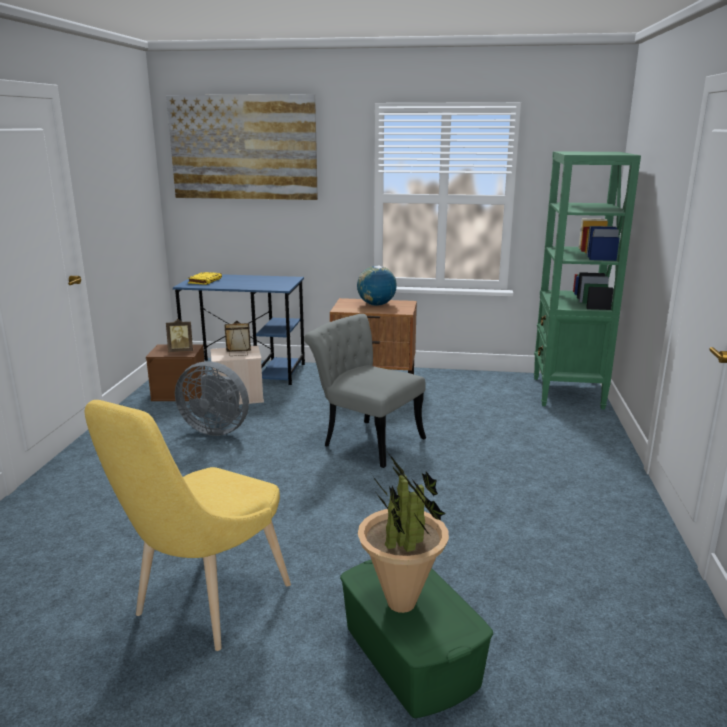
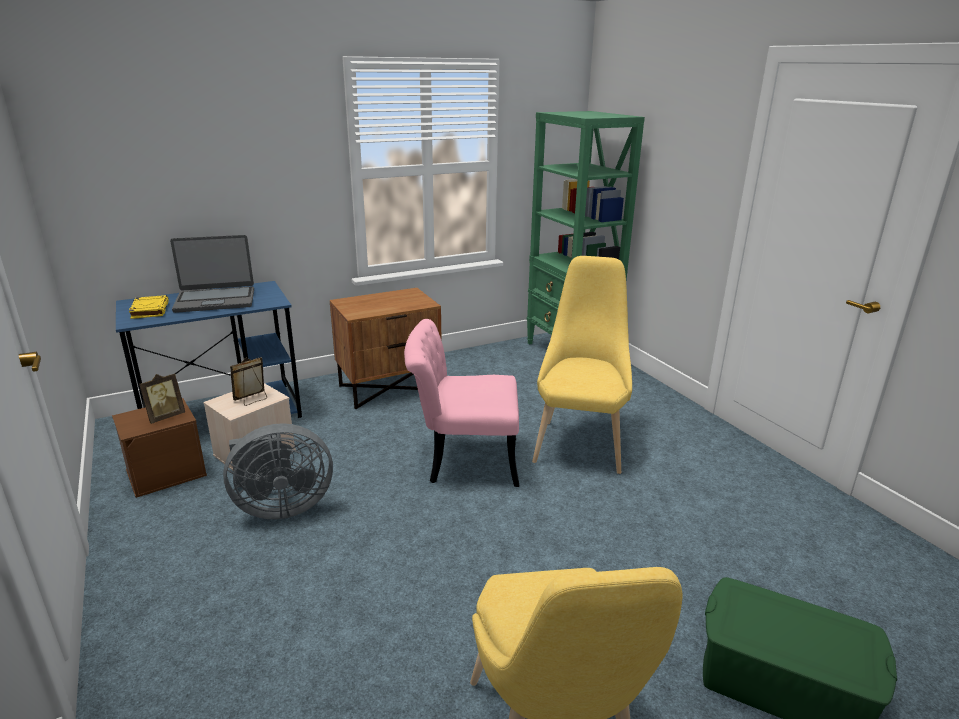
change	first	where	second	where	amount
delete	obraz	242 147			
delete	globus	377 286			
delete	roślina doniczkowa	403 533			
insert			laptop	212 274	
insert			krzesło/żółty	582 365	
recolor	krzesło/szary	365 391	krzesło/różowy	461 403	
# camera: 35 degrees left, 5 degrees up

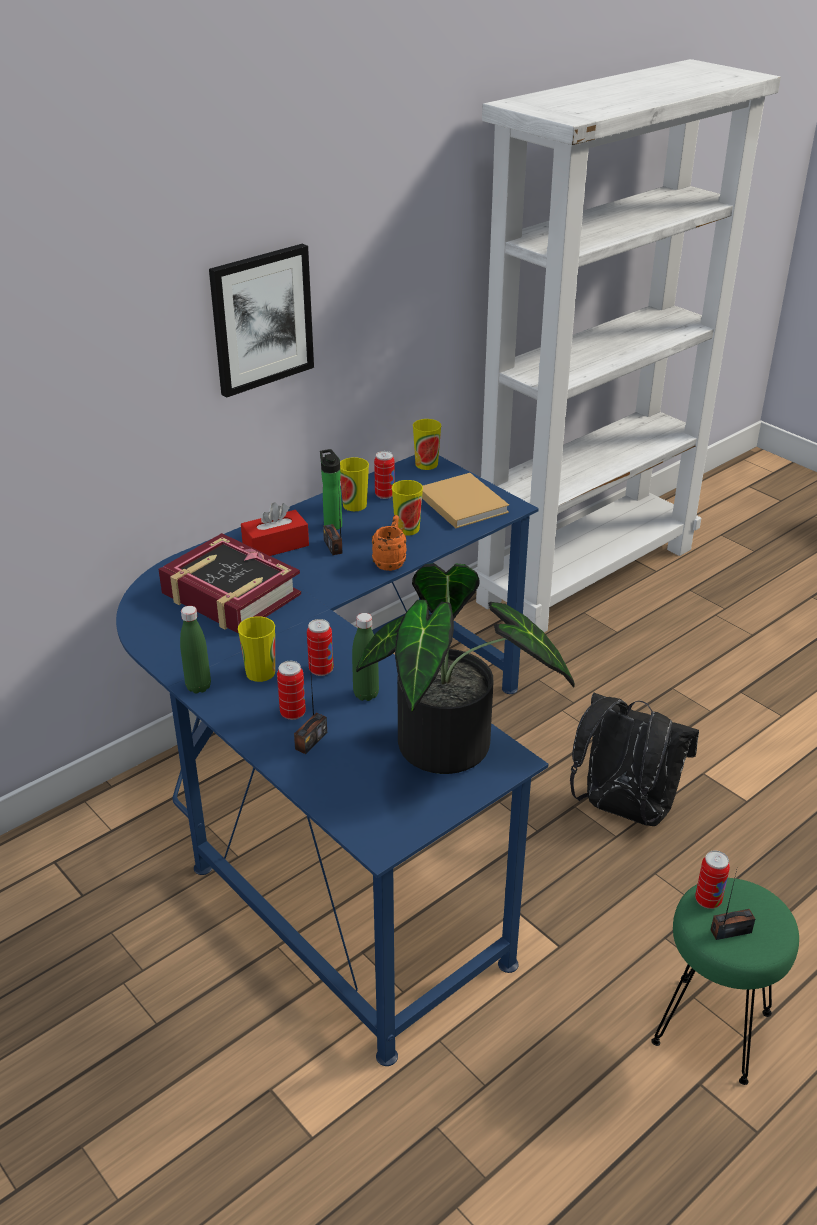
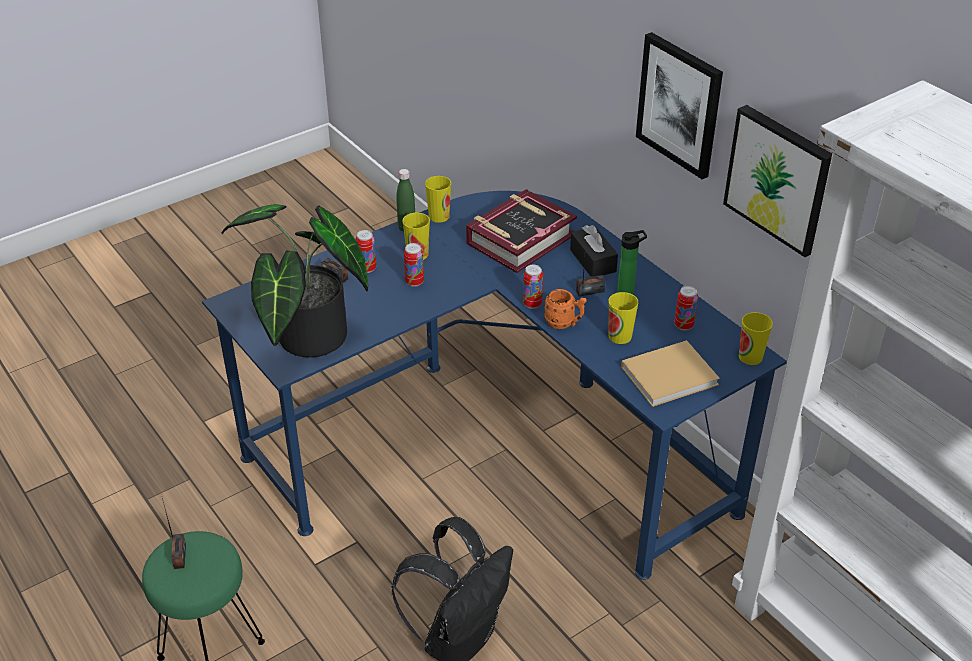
change	first	where	second	where	amount
delete	butelka/zielony	365 657			
insert			obraz	777 181	
move	filiżanka	354 484		438 199	
move	puszka	712 879		533 287	
recolor	pudełko chusteczek/czerwony	275 529	pudełko chusteczek/czarny	594 250	
# camera: 95 degrees right, 5 degrees up

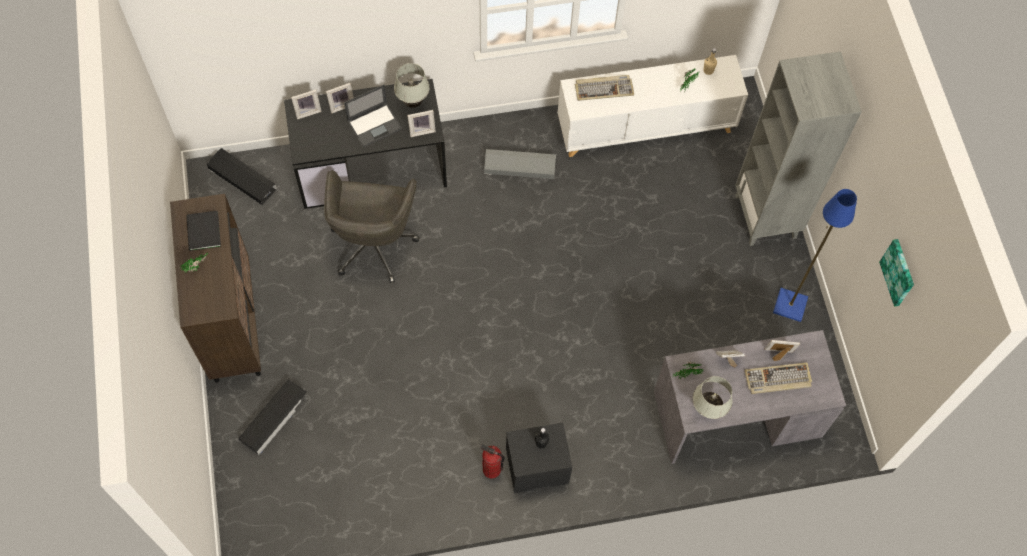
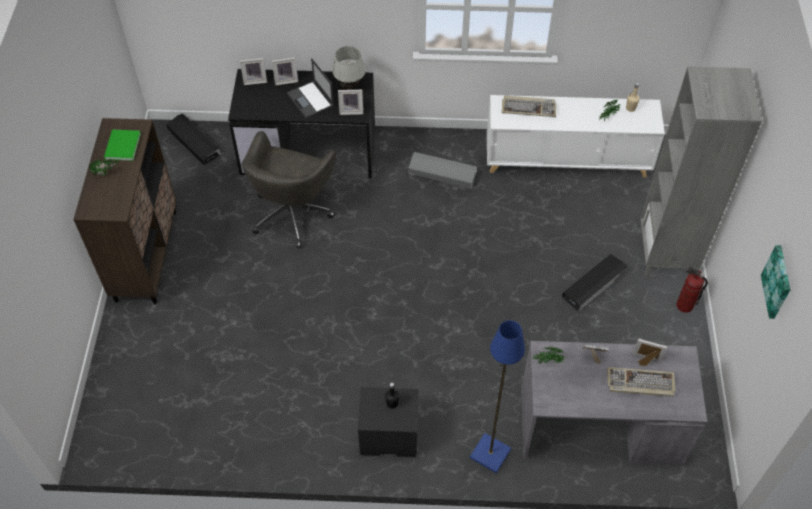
change	first	where	second	where	amount
delete	lampa stołowa/biały	712 397			
move	pojemnik do przechowywania/czarny	272 417		595 283	
move	gaśnica	492 462		692 289	
move	lampa stojąca/niebieski	815 255		497 396	
recolor	książka/czarny	203 231	książka/zielony	122 145	
rotate	laptop	373 116		310 88	75 degrees clockwise
# camera: 15 degrees right, 10 degrees down

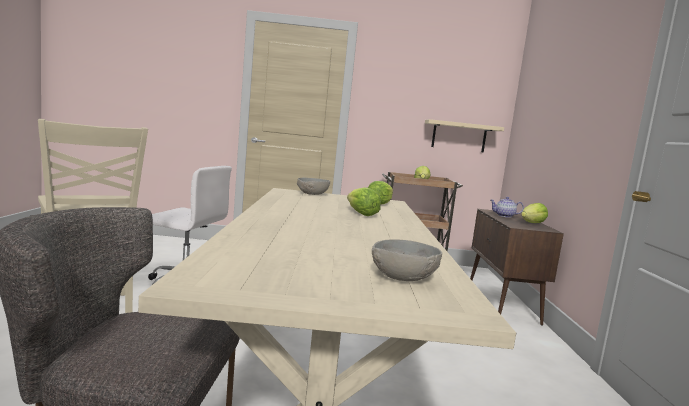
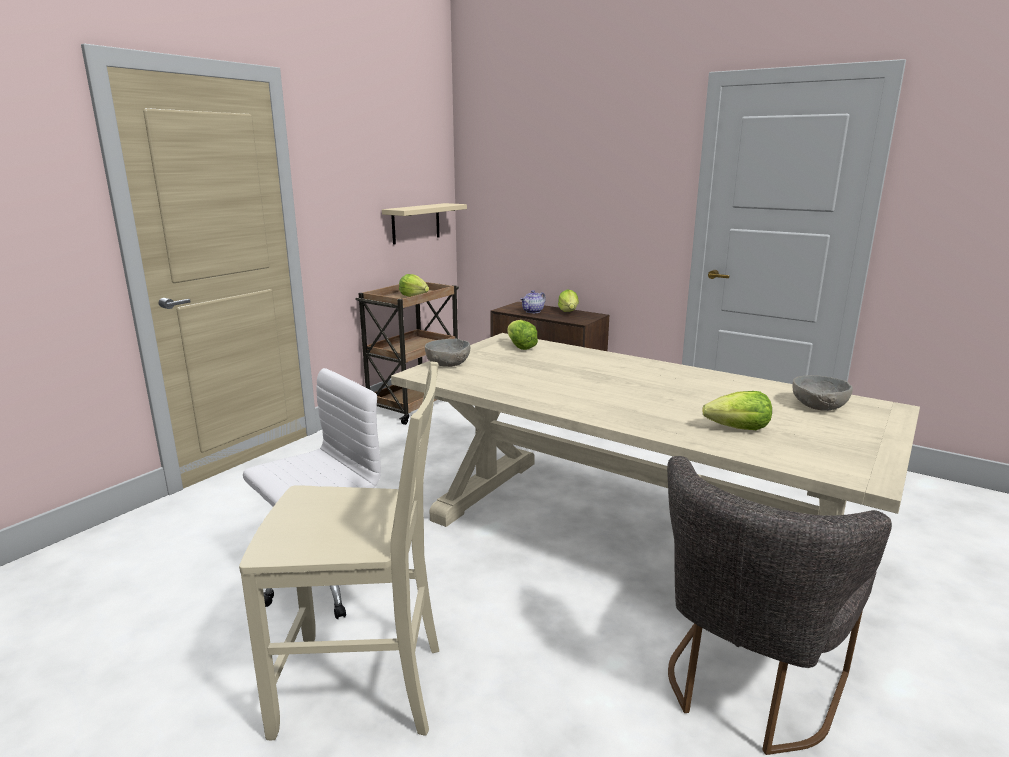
change	first	where	second	where	amount
move	sałata	364 201		737 410	
# camera: 55 degrees left, 10 degrees up

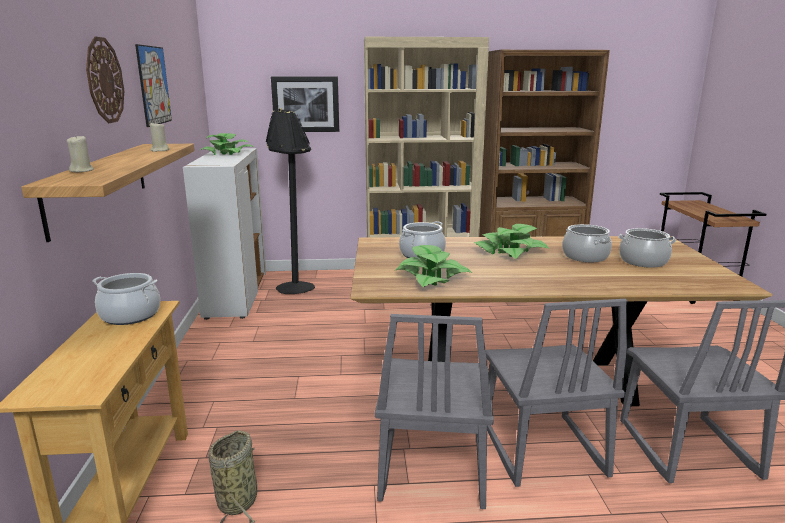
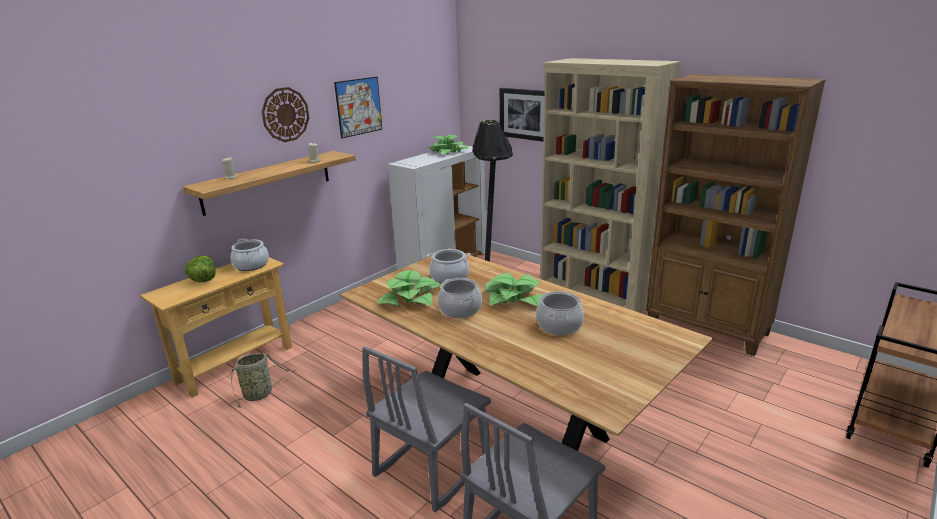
change	first	where	second	where	amount
delete	krzesło/szary	434 411			
insert			sałata	200 269	
move	garnek	647 248		460 298	
# camera: 45 degrees right, 5 degrees up

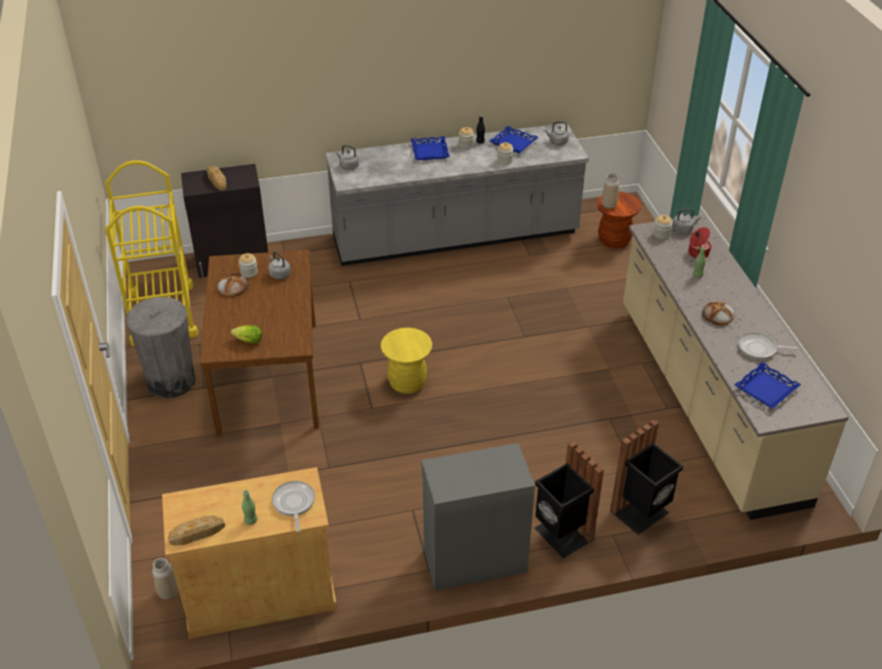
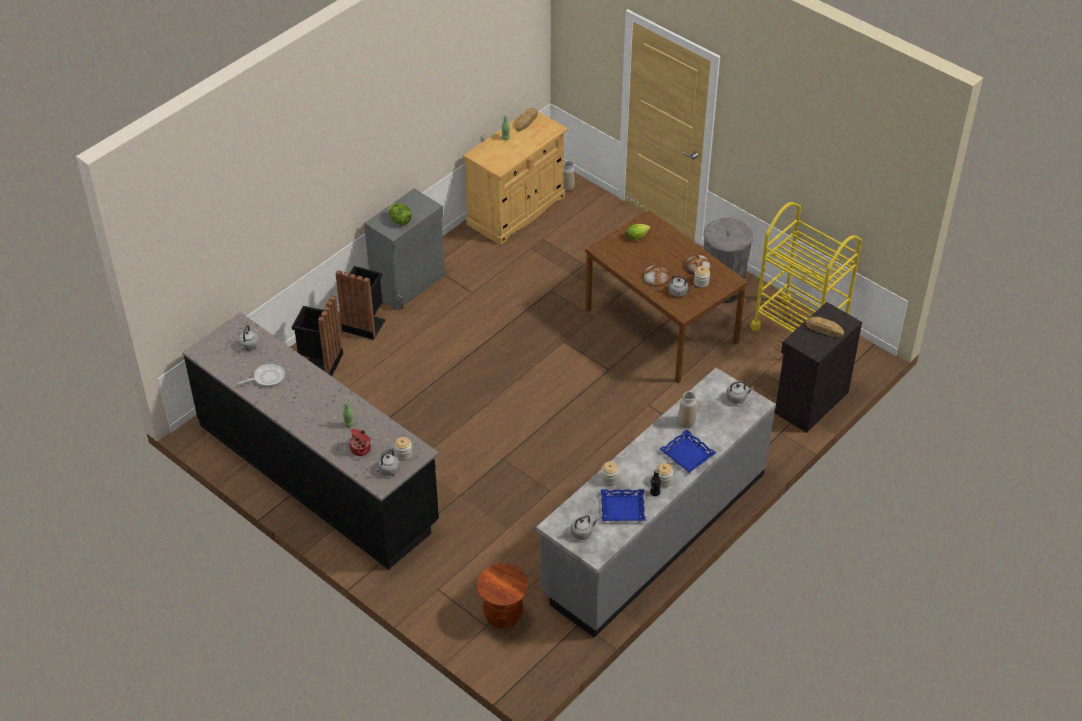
change	first	where	second	where	amount
delete	patelnia	293 506			
delete	stołek/żółty	406 361			
insert			sałata	400 214	
move	wazon	610 191		687 409	
move	chleb	718 314		656 275	
replace	taca/niebieski	767 385	czajnik/szary	248 338	
recolor	zabudowa kuchenna/beżowy	736 367	zabudowa kuchenna/czarny	311 441	
# camera: 145 degrees right, 5 degrees up

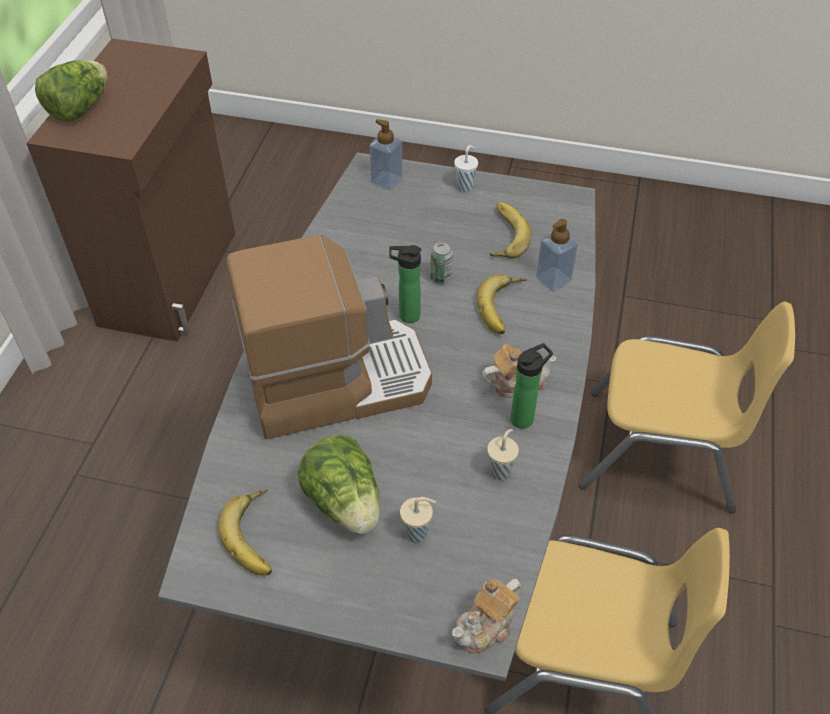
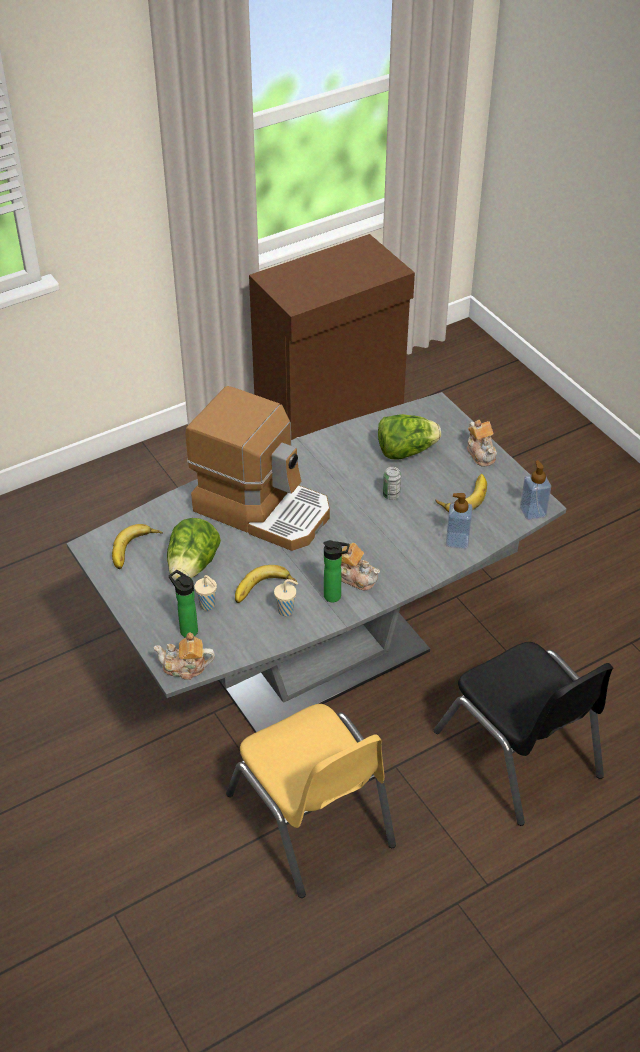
change	first	where	second	where	amount
move	sałata	71 91		409 437	
move	dozownik mydła	386 154		535 490	
move	butelka	405 284		183 604	
move	banan	502 304		266 584	
replace	filiżanka/biały	466 168	imbryk	482 443	
recolor	krzesło/żółty	687 407	krzesło/czarny	523 734	
# camera: 45 degrees right, 5 degrees down

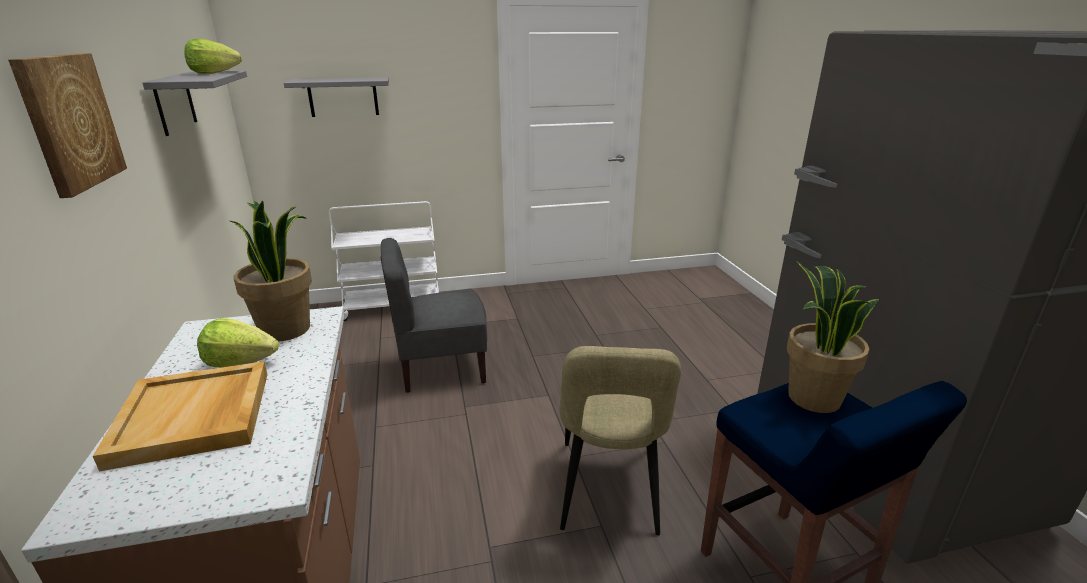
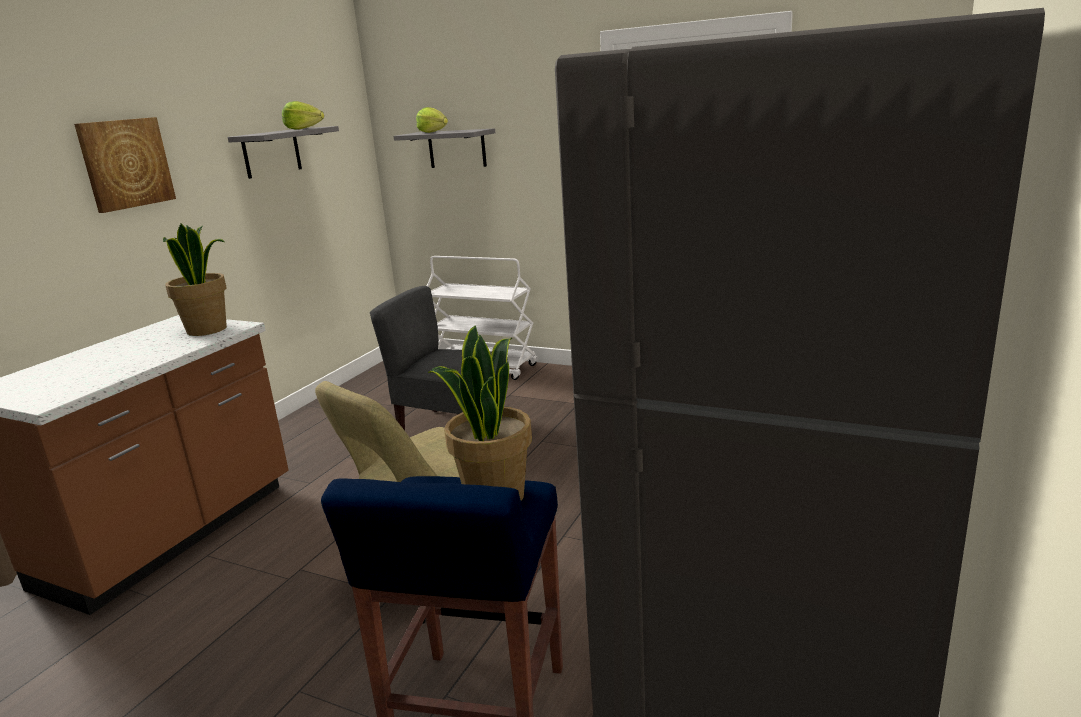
change	first	where	second	where	amount
delete	taca/beżowy	180 416			
move	sałata	238 342		432 120	
# camera: 40 degrees right, 5 degrees down

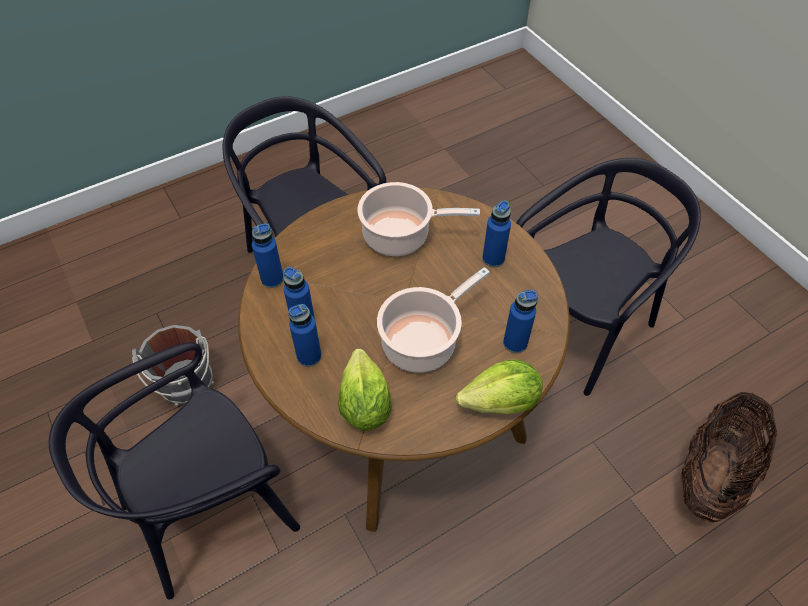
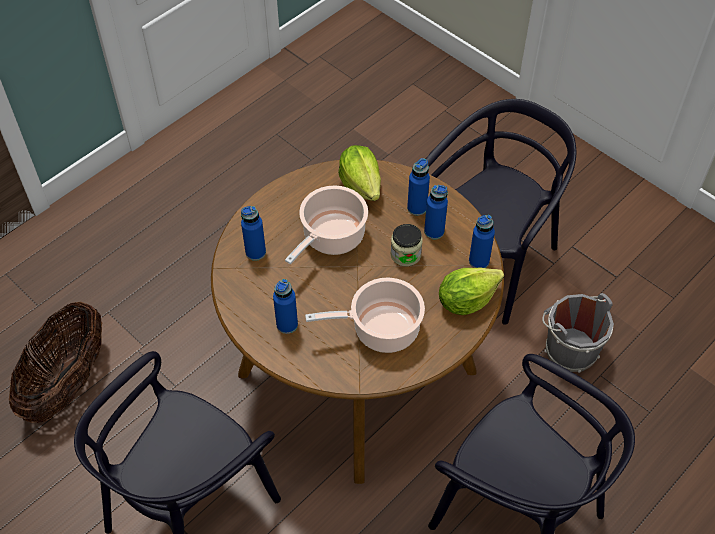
change	first	where	second	where	amount
insert			słoik	407 245	
move	sałata	499 386		471 291	
# camera: 165 degrees right, 0 degrees up

